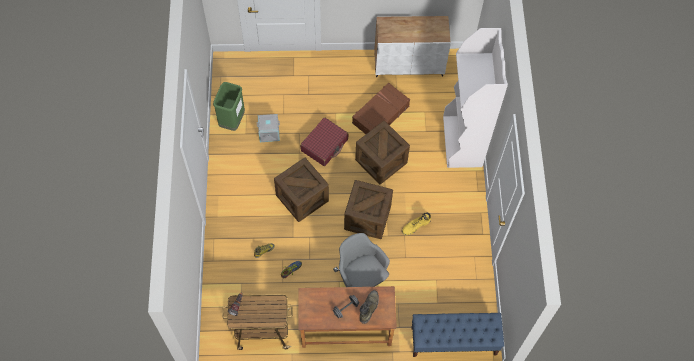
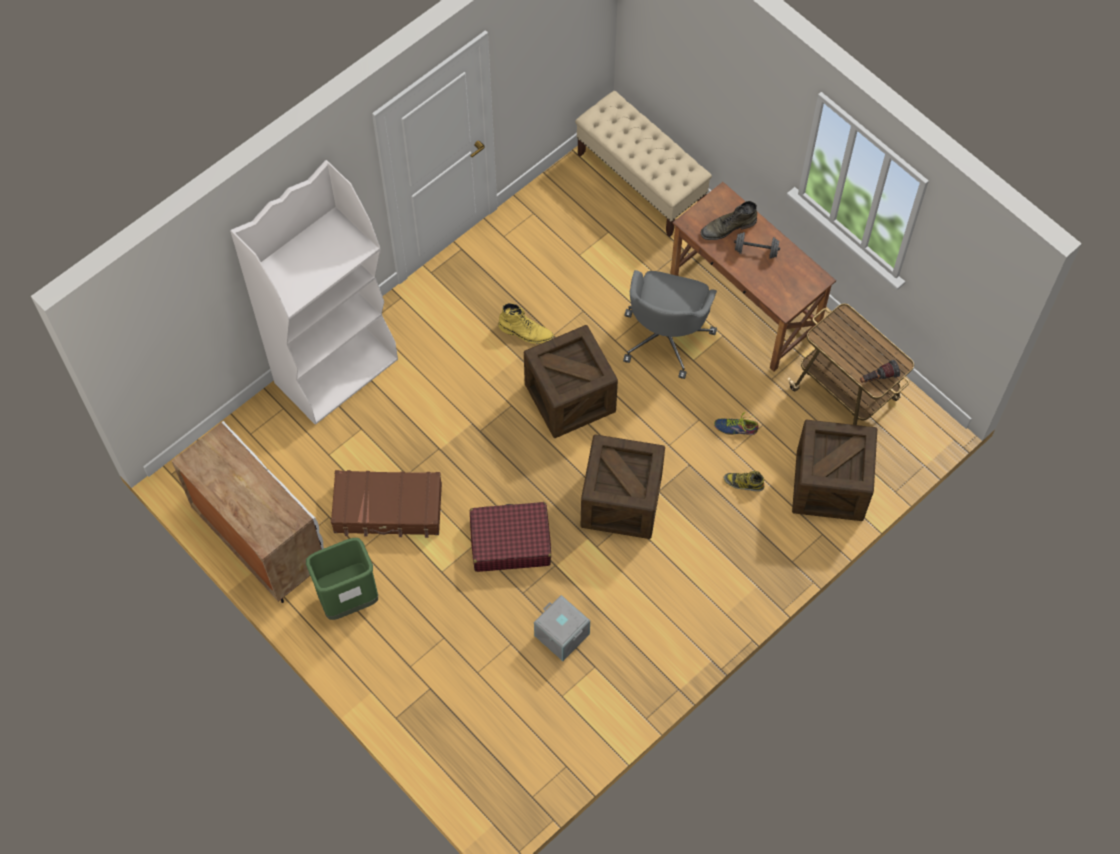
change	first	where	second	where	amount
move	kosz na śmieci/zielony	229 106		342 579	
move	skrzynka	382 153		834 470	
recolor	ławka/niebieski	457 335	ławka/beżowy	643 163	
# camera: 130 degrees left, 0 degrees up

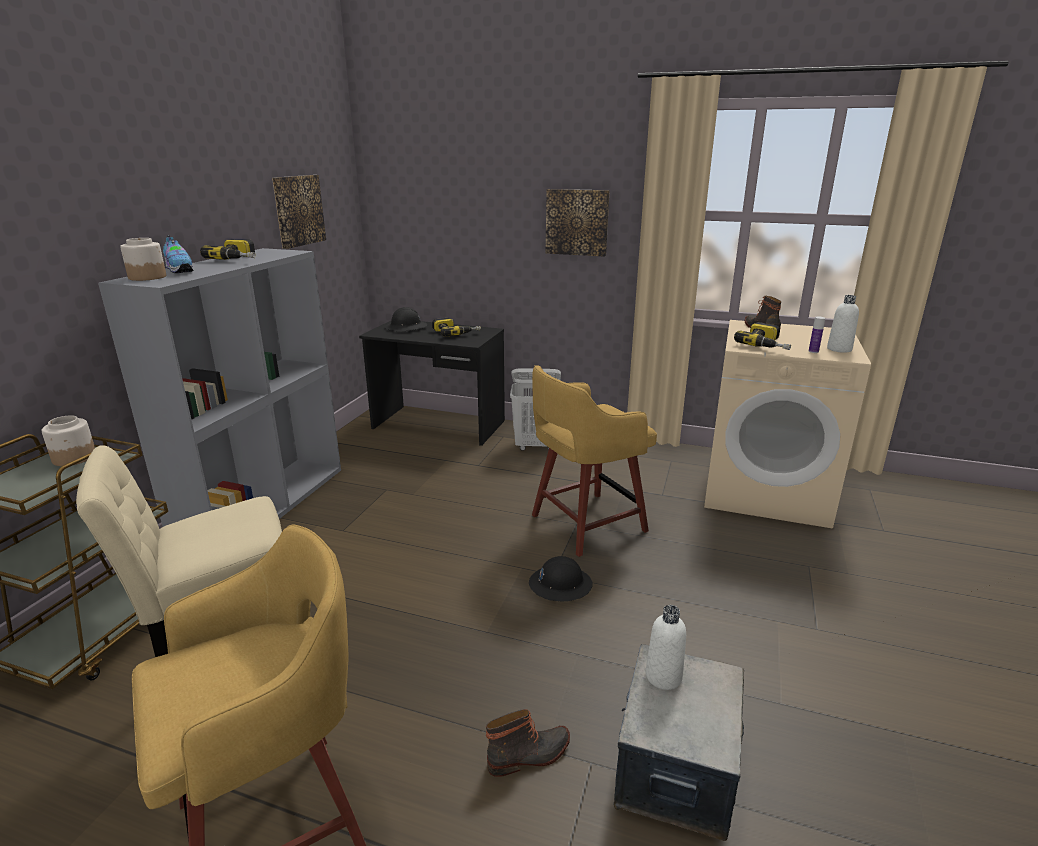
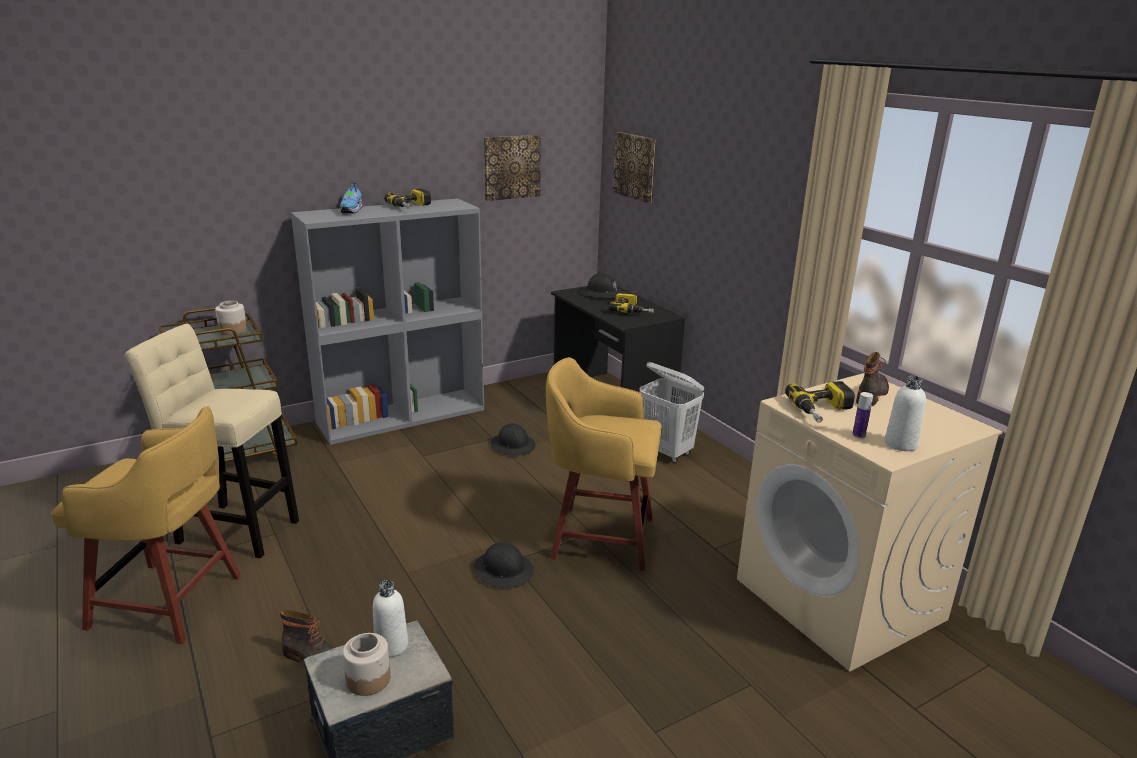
change	first	where	second	where	amount
insert			kask/czarny	513 439	
move	słoik	143 259		367 664	
move	obraz	578 223		634 167	
# camera: 40 degrees right, 0 degrees up

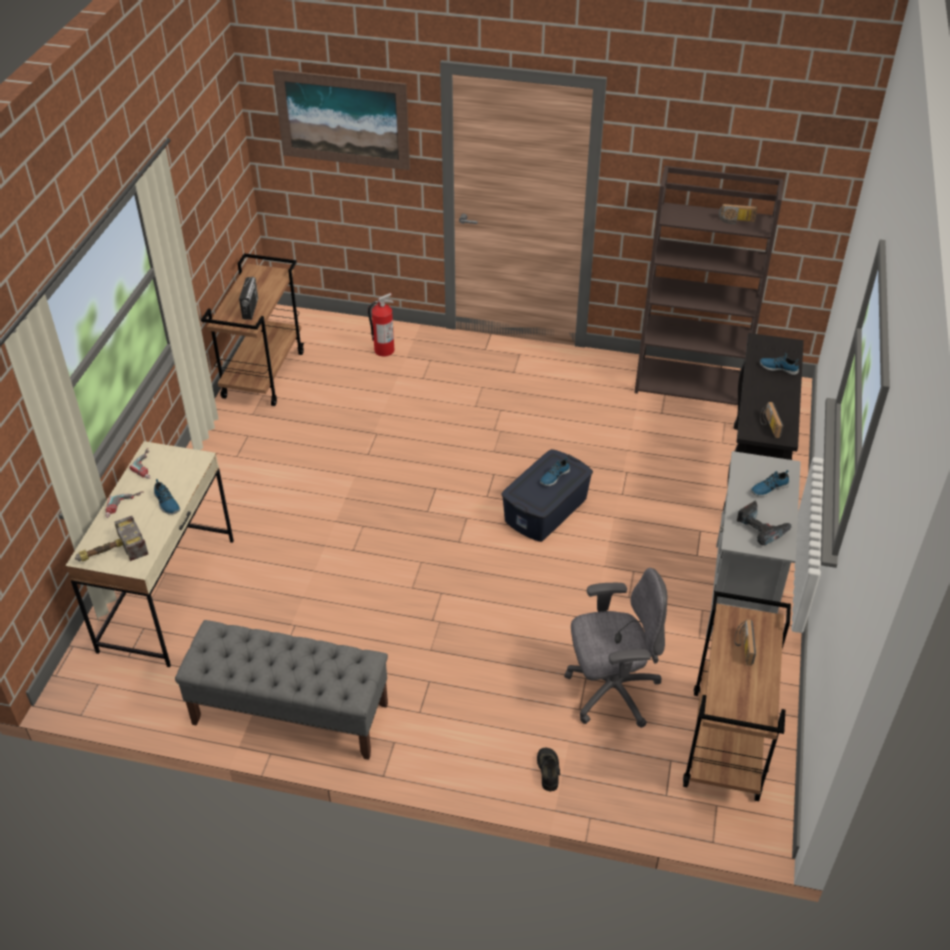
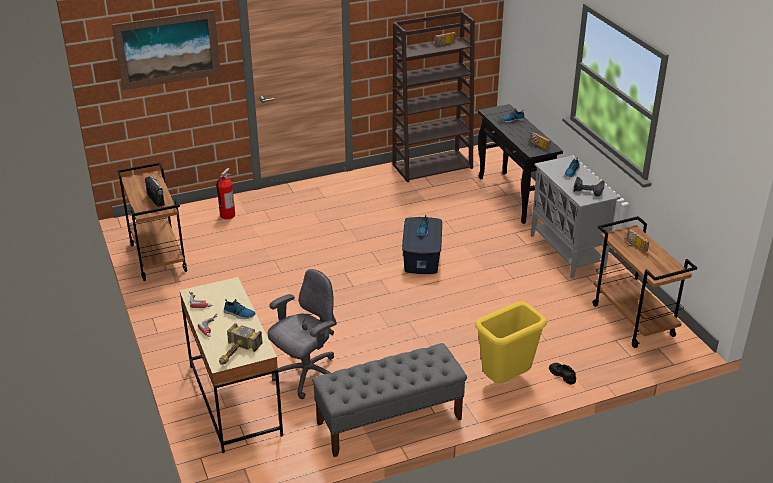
change	first	where	second	where	amount
insert			kosz na śmieci/żółty	511 342	
move	krzesło biurowe/szary	615 648		302 334	
# camera: 35 degrees left, 10 degrees down

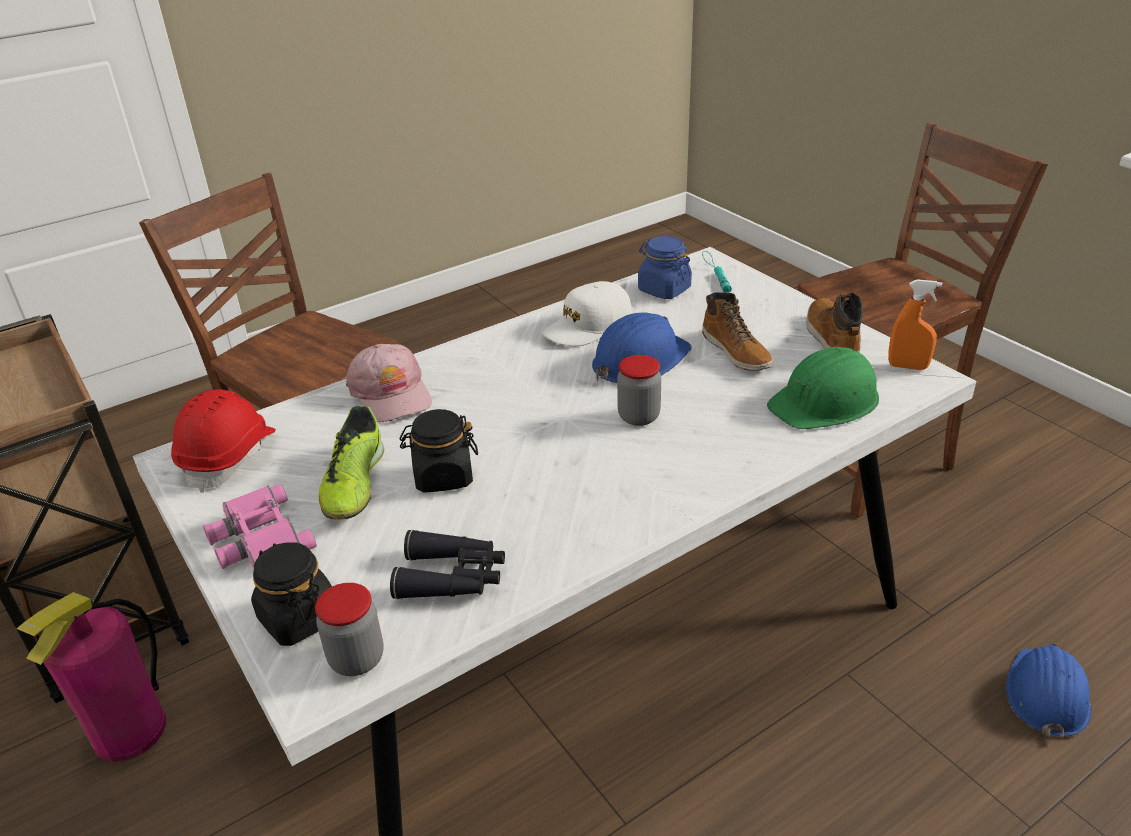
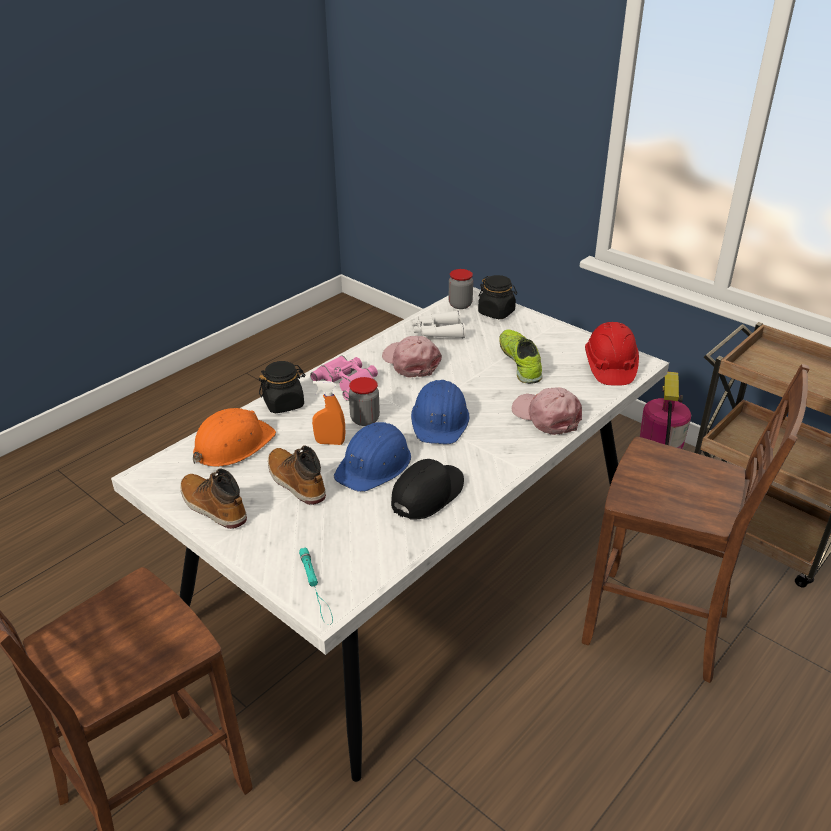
change	first	where	second	where	amount
delete	słoik/niebieski	665 267			
insert			czapka z daszkiem/różowy	412 357	
move	lornetka/różowy	260 526		344 378	
move	słoik/czarny	438 451		282 387	
move	spryskiwacz/pomarańczowy	915 324		328 413	
move	kask/niebieski	1048 692		440 412	
recolor	lornetka/czarny	447 564	lornetka/biały	438 324	
recolor	czapka z daszkiem/biały	587 313	czapka z daszkiem/czarny	427 489	
recolor	kask/zielony	823 388	kask/pomarańczowy	234 437	
rotate	but z cholewką	834 322		213 498	150 degrees clockwise
# camera: 165 degrees right, 0 degrees up

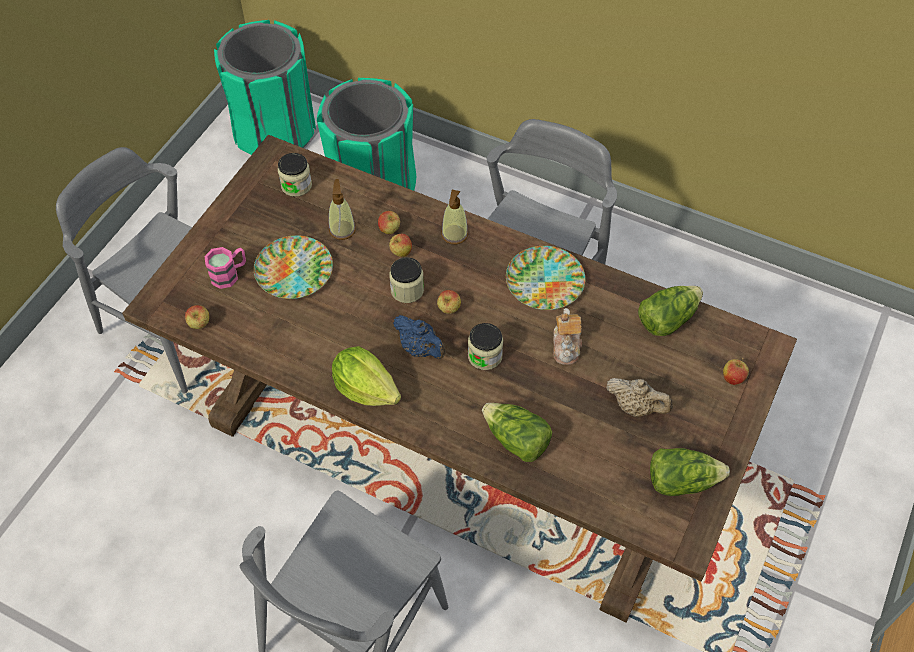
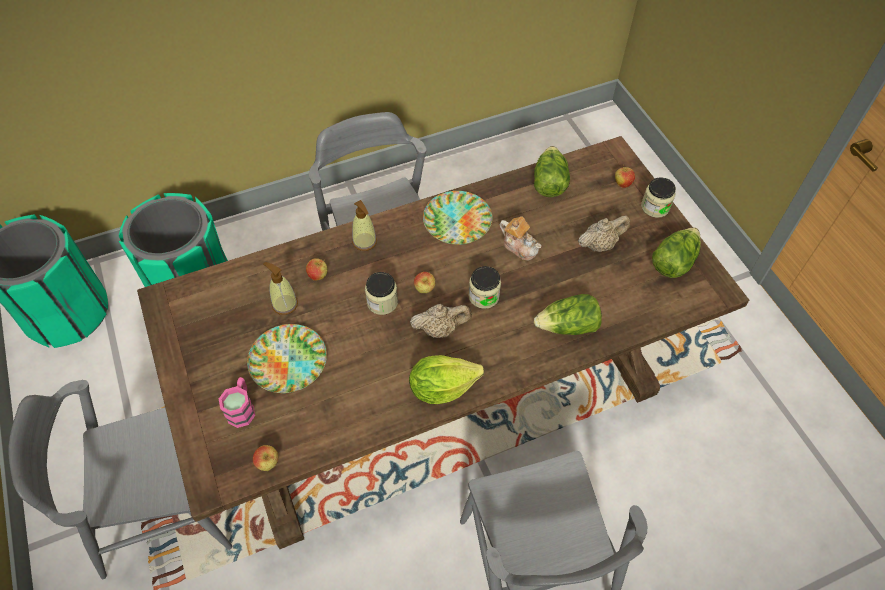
change	first	where	second	where	amount
delete	jabłko	400 245			
move	słoik	295 175		658 197	
recolor	imbryk/niebieski	419 337	imbryk/beżowy	441 321	
# camera: 50 degrees left, 0 degrees up

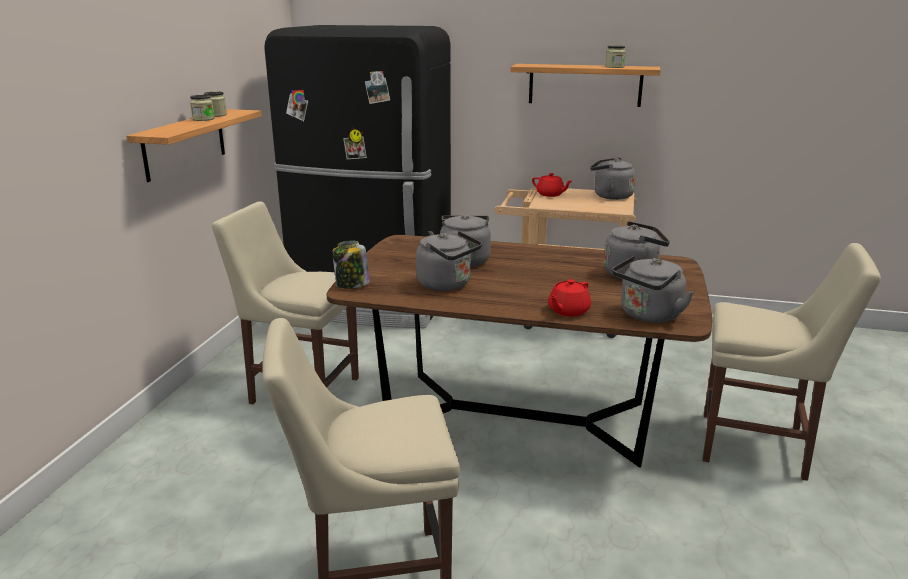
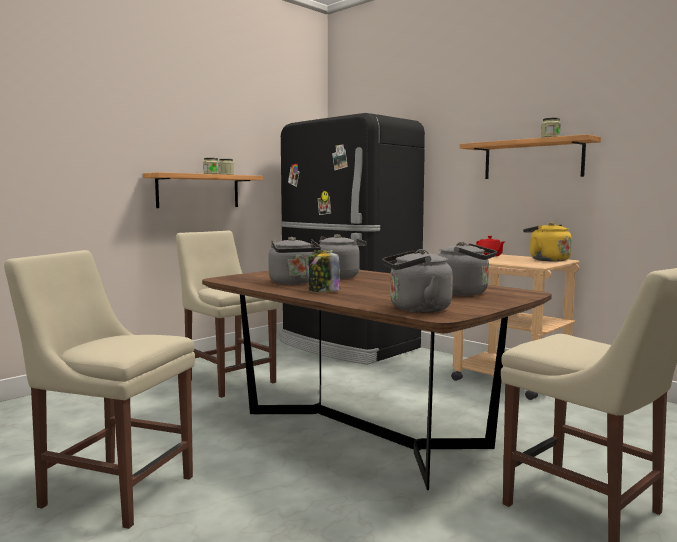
change	first	where	second	where	amount
delete	imbryk/czerwony	569 298			
move	słoik	351 265		324 271	
recolor	czajnik/szary	613 179	czajnik/żółty	547 241	
# camera: 30 degrees right, 15 degrees down

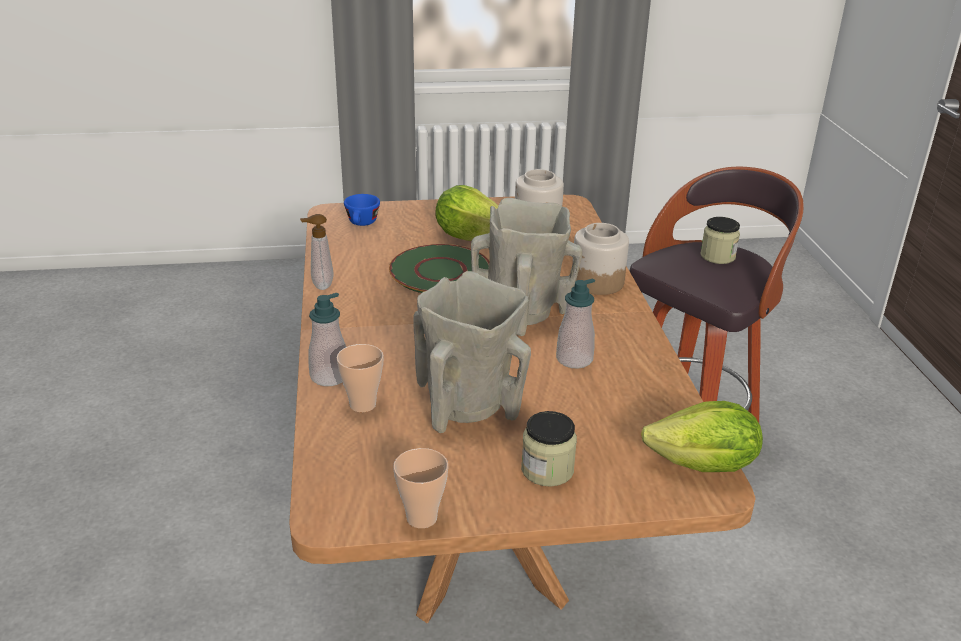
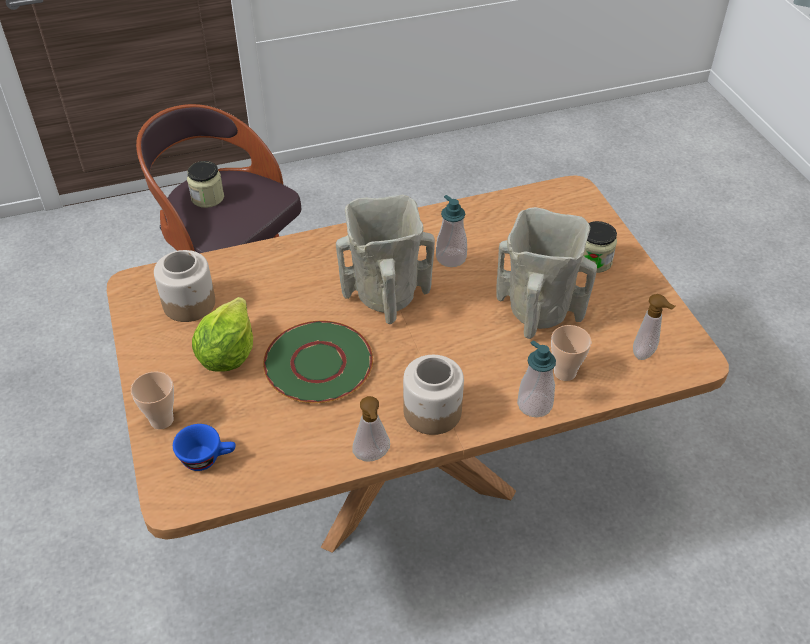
change	first	where	second	where	amount
delete	sałata	702 436			
insert			dozownik mydła	654 327	
move	filiżanka	420 488		152 400	
move	słoik	600 259		433 395	
# camera: 100 degrees left, 15 degrees up

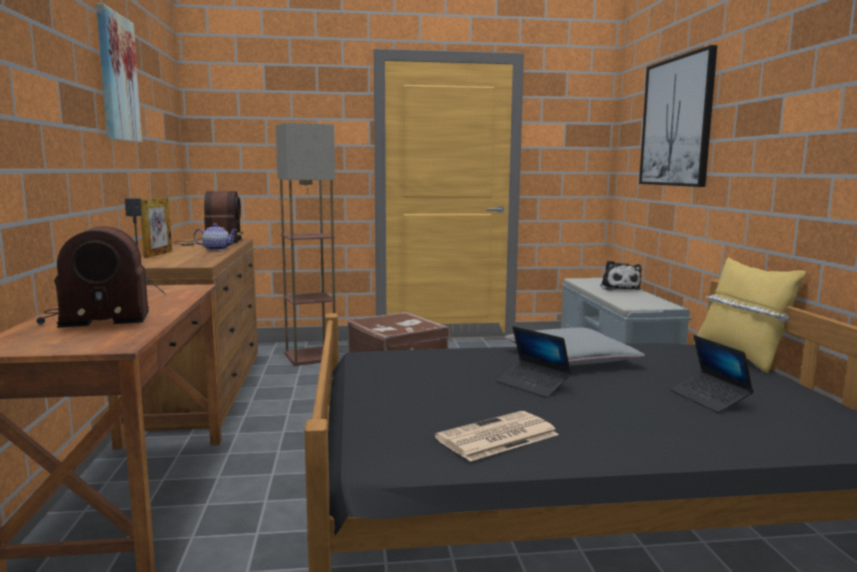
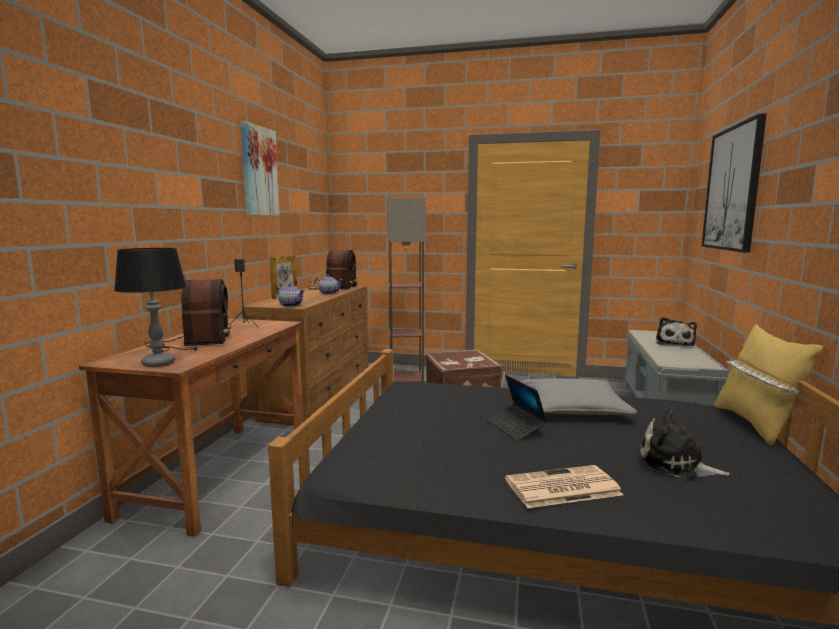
change	first	where	second	where	amount
insert			lampa stołowa	150 307	
insert			imbryk	290 295	
move	gazeta	497 436		564 486	
replace	laptop	712 374	pluszak	684 443	
rotate	radio	93 277		188 315	105 degrees counterclockwise
# camera: 20 degrees right, 0 degrees up

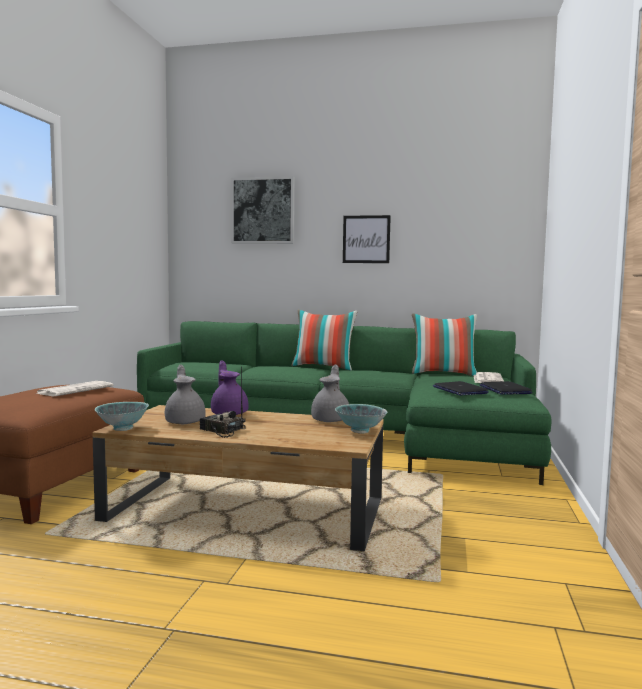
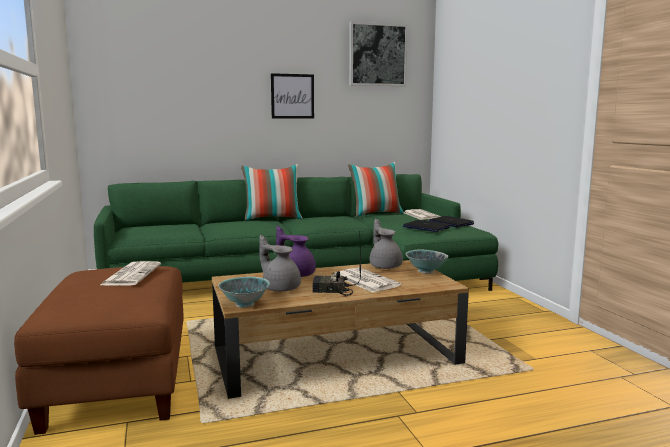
change	first	where	second	where	amount
insert			gazeta	370 280	
move	obraz	263 210		378 53	
# camera: 30 degrees left, 5 degrees up

